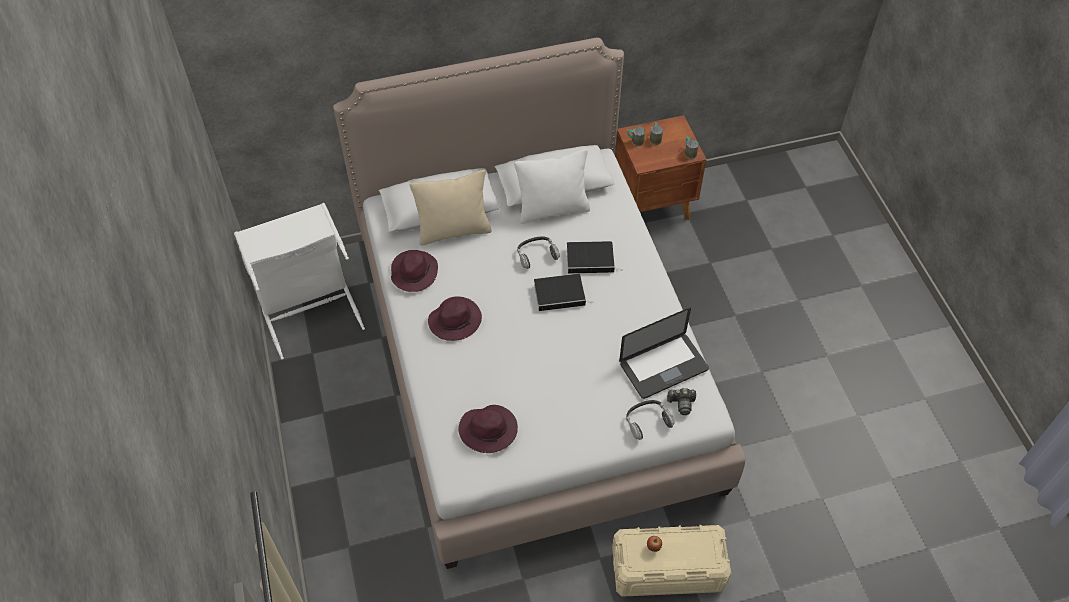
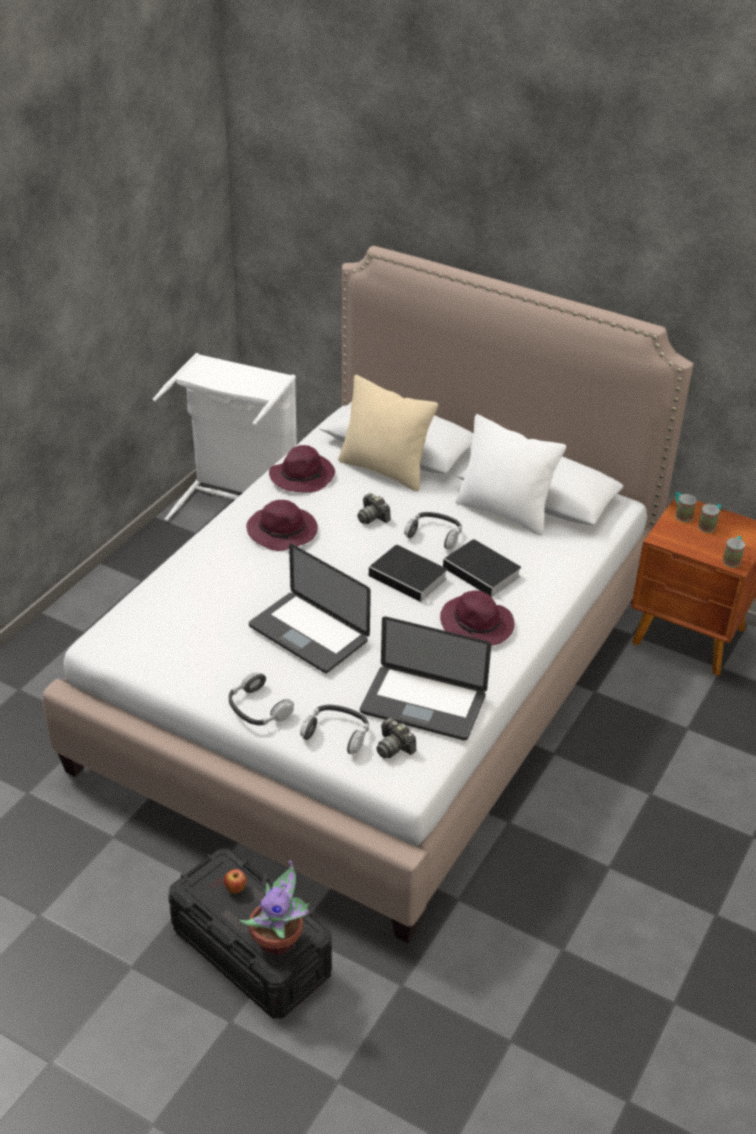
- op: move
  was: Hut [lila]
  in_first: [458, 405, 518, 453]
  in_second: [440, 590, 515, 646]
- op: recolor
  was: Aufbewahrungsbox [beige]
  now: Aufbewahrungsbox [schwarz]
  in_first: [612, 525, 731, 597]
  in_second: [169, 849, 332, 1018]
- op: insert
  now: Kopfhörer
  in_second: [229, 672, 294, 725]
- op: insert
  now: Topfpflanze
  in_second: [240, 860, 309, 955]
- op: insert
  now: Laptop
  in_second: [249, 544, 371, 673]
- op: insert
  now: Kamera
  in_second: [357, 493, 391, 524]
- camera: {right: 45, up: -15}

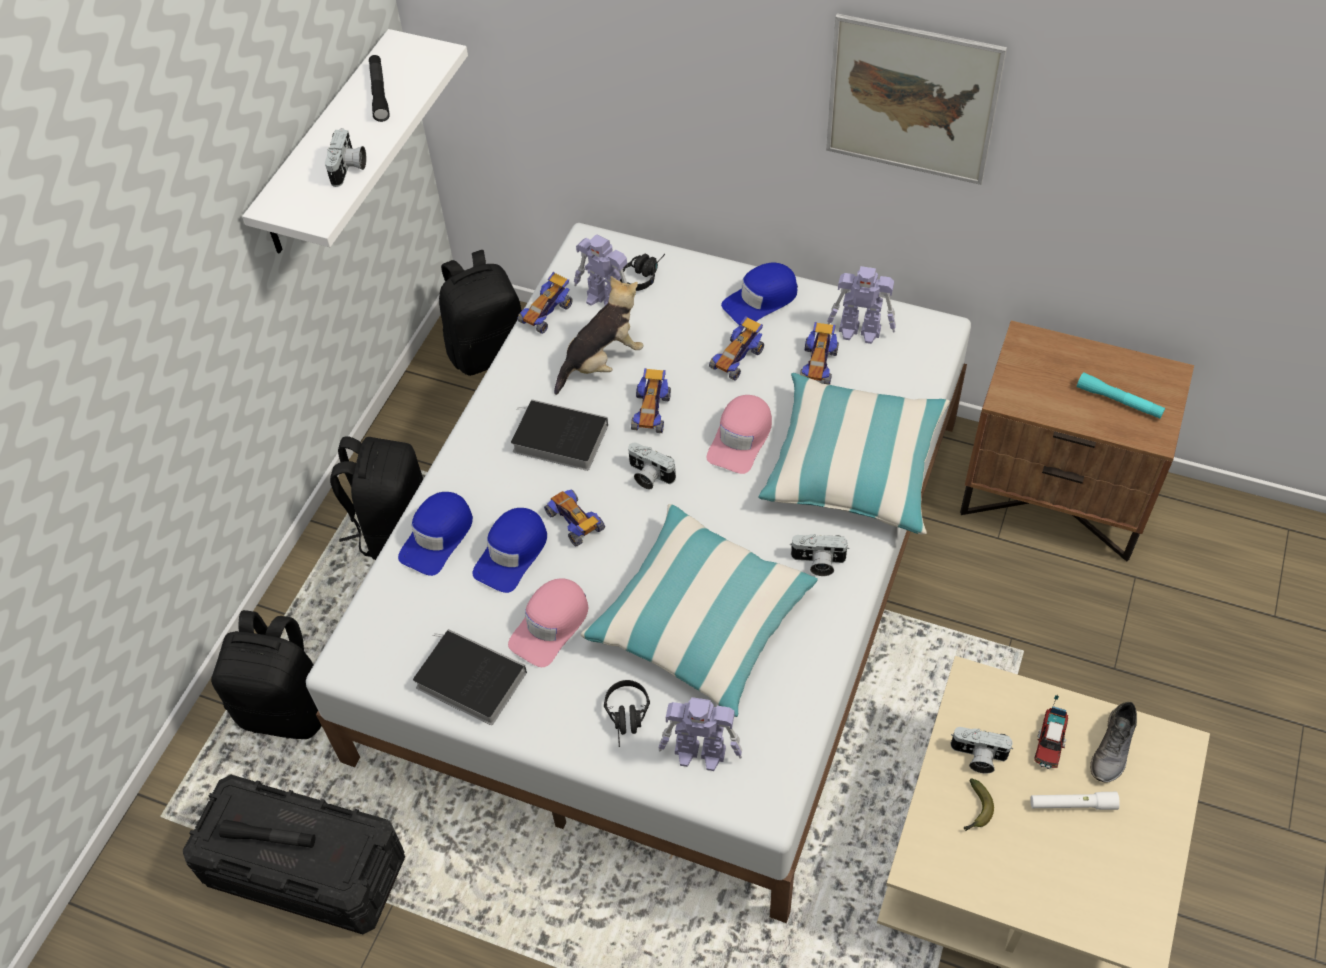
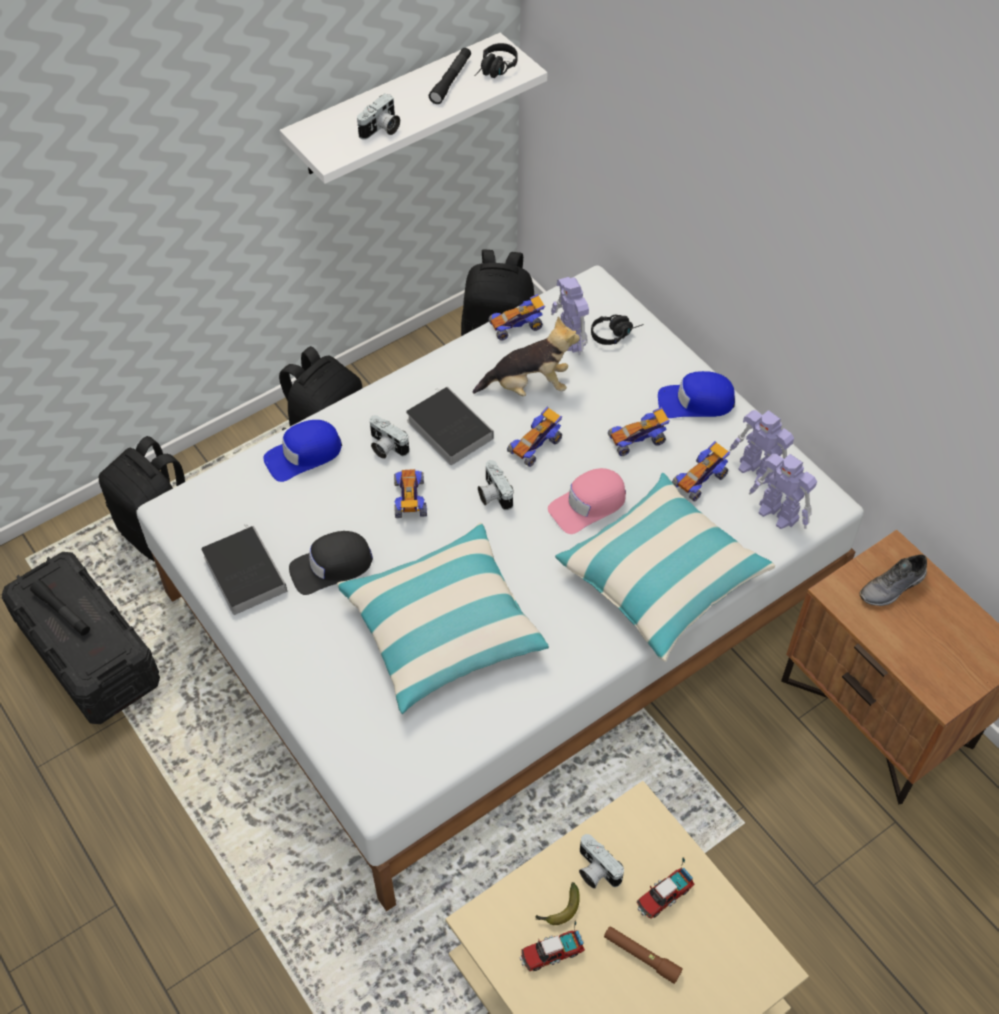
- op: delete
  was: Kappe [blau]
  in_first: [472, 508, 547, 593]
- op: recolor
  was: Kappe [rosa]
  now: Kappe [schwarz]
  in_first: [508, 578, 588, 667]
  in_second: [289, 531, 373, 595]
- op: move
  was: Kopfhörer [schwarz]
  in_first: [604, 680, 650, 747]
  in_second: [474, 43, 518, 78]
- op: move
  was: Spielzeugroboter
  in_first: [659, 697, 742, 771]
  in_second: [749, 454, 817, 529]
- op: move
  was: Kamera
  in_first: [791, 534, 849, 576]
  in_second: [370, 415, 409, 459]
- op: delete
  was: Bild
  in_first: [826, 13, 1007, 185]
- op: recolor
  was: Taschenlampe [weiß]
  now: Taschenlampe [braun]
  in_first: [1030, 792, 1120, 810]
  in_second: [604, 926, 683, 984]
- op: delete
  was: Taschenlampe [türkis]
  in_first: [1077, 372, 1165, 419]
- op: move
  was: Schuh [grau]
  in_first: [1090, 702, 1137, 783]
  in_second: [859, 554, 927, 606]
- op: insert
  now: Spielzeuglaster
  in_second: [520, 920, 585, 971]
- camera: {right: 30, up: 0}

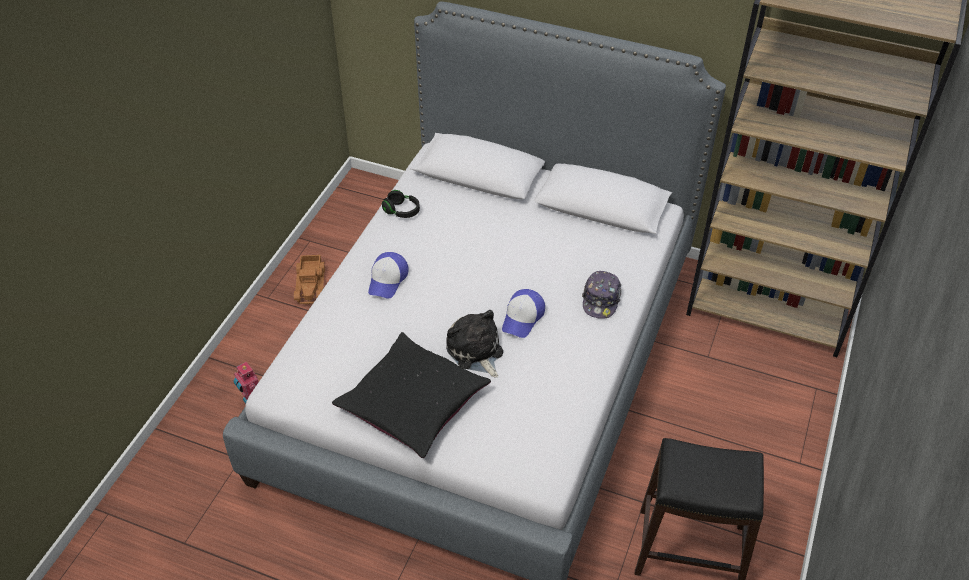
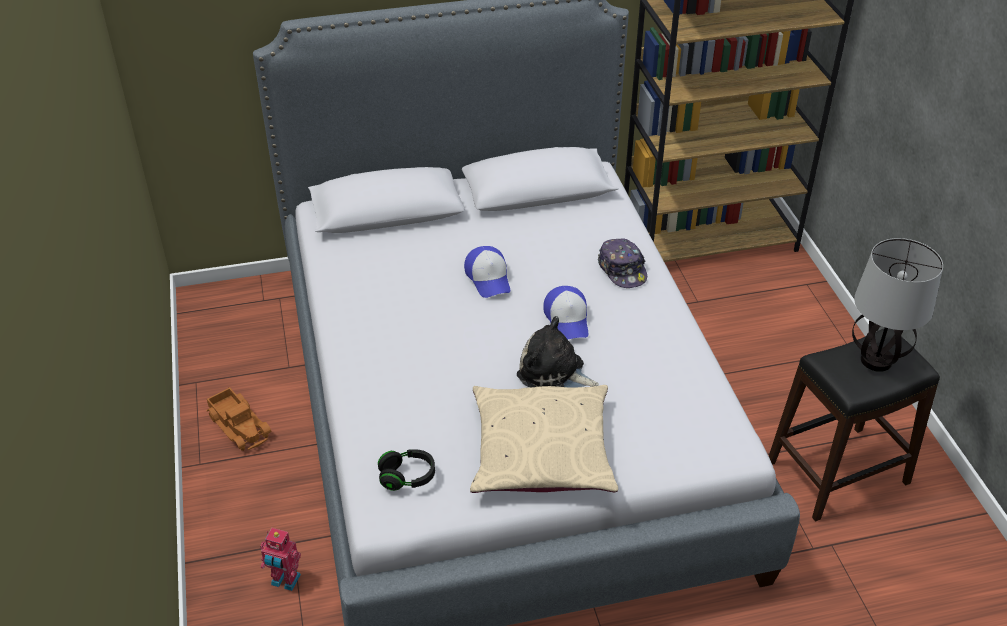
- op: recolor
  was: Kissen [schwarz]
  now: Kissen [beige]
  in_first: [332, 332, 491, 458]
  in_second: [470, 385, 618, 493]
- op: move
  was: Kappe
  in_first: [368, 252, 408, 299]
  in_second: [464, 246, 510, 298]
- op: move
  was: Kopfhörer [schwarz]
  in_first: [382, 190, 420, 218]
  in_second: [378, 449, 435, 491]
- op: insert
  now: Tischlampe
  in_second: [852, 238, 943, 372]
- camera: {right: -35, up: -5}

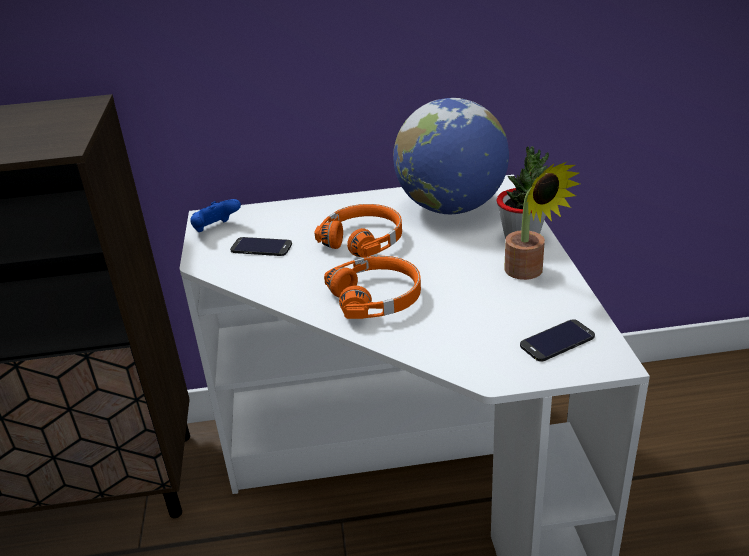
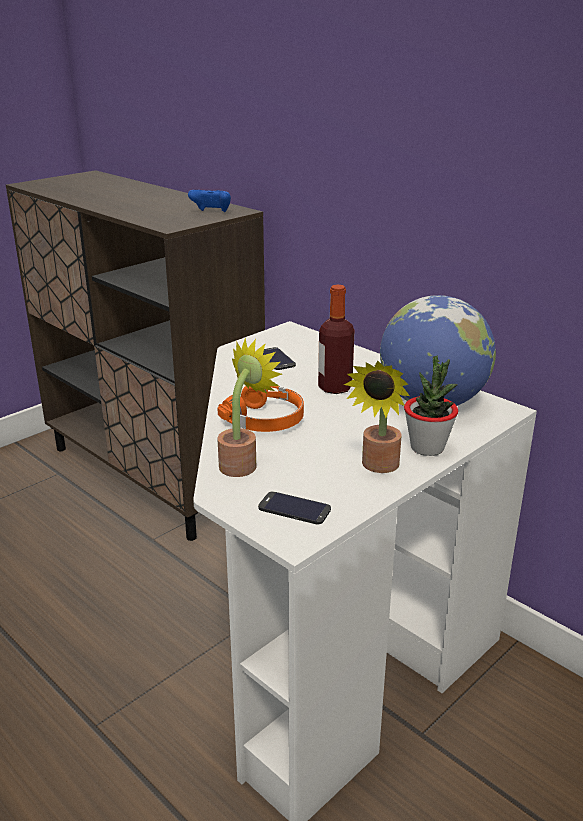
- op: move
  was: Gamepad [blau]
  in_first: [190, 199, 241, 232]
  in_second: [188, 190, 231, 212]
- op: replace
  was: Kopfhörer [orange]
  now: Flasche
  in_first: [315, 204, 402, 258]
  in_second: [318, 284, 355, 394]
- op: insert
  now: Topfpflanze
  in_second: [217, 338, 282, 477]
- camera: {right: 50, up: -5}

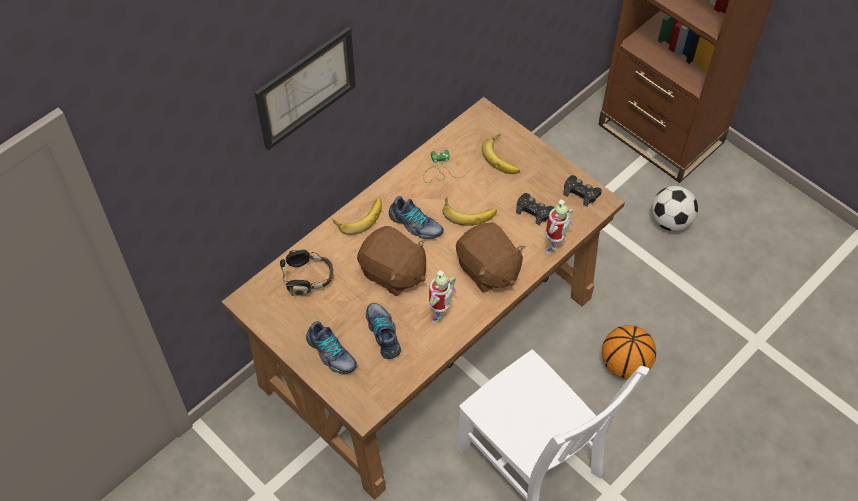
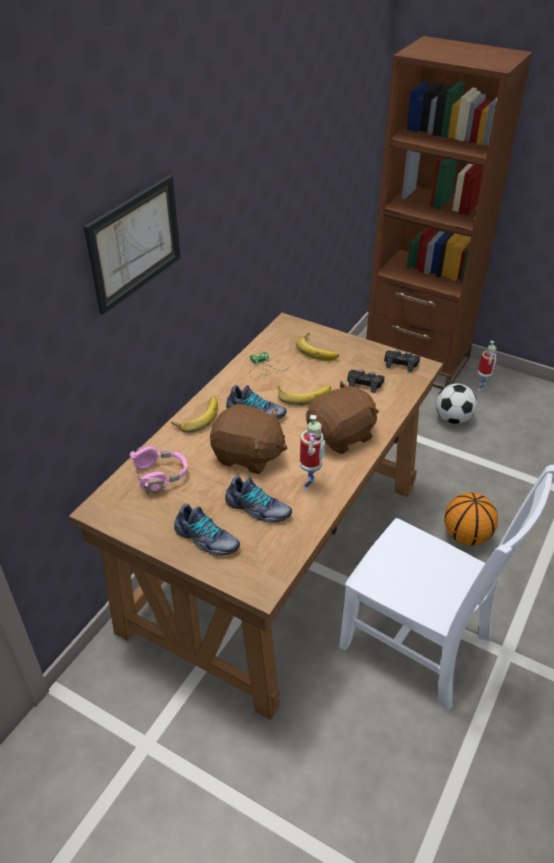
- op: recolor
  was: Kopfhörer [schwarz]
  now: Kopfhörer [rosa]
  in_first: [280, 250, 333, 296]
  in_second: [130, 446, 187, 493]
- op: rotate
  was: Schuh
  in_first: [366, 303, 401, 359]
  in_second: [225, 476, 292, 523]
  clockwise: 150
- op: rotate
  was: Plüschtier [braun]
  in_first: [456, 222, 525, 293]
  in_second: [306, 381, 379, 454]
  clockwise: -75
- op: move
  was: Spielzeugroboter
  in_first: [546, 199, 573, 254]
  in_second: [478, 341, 497, 391]
- camera: {right: -15, up: -15}

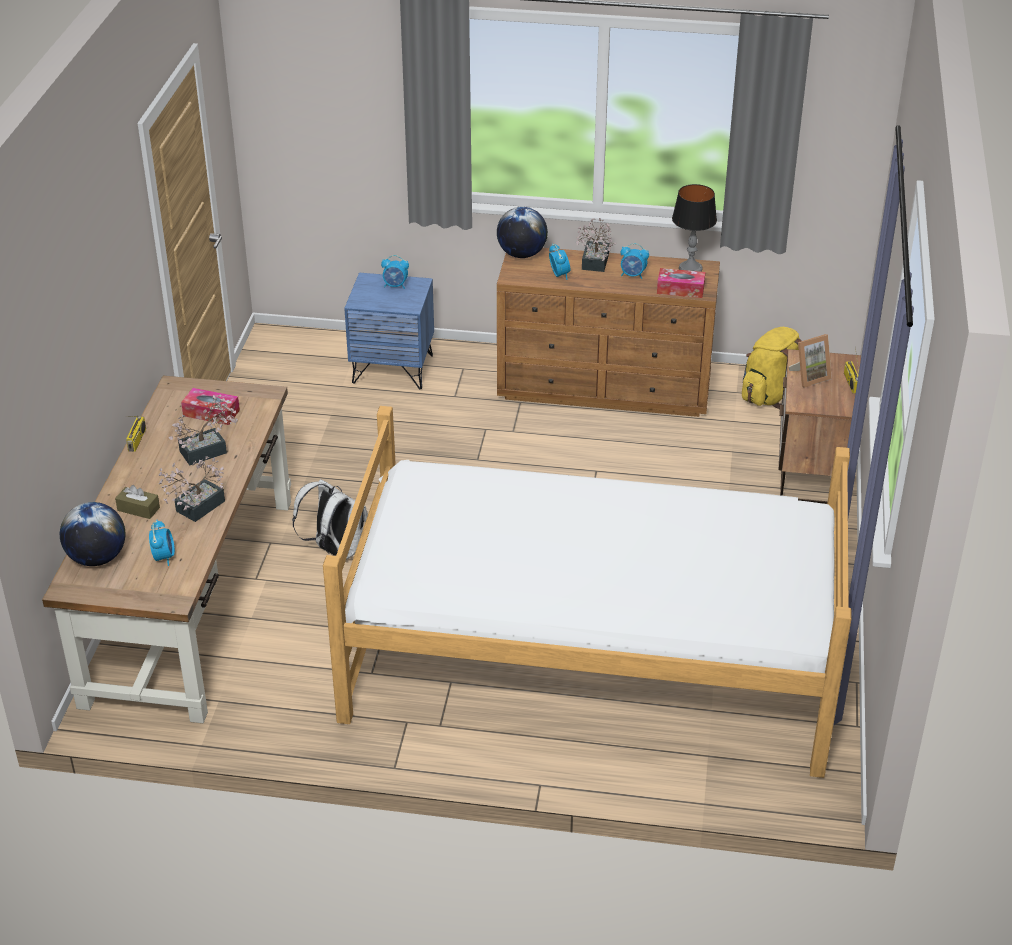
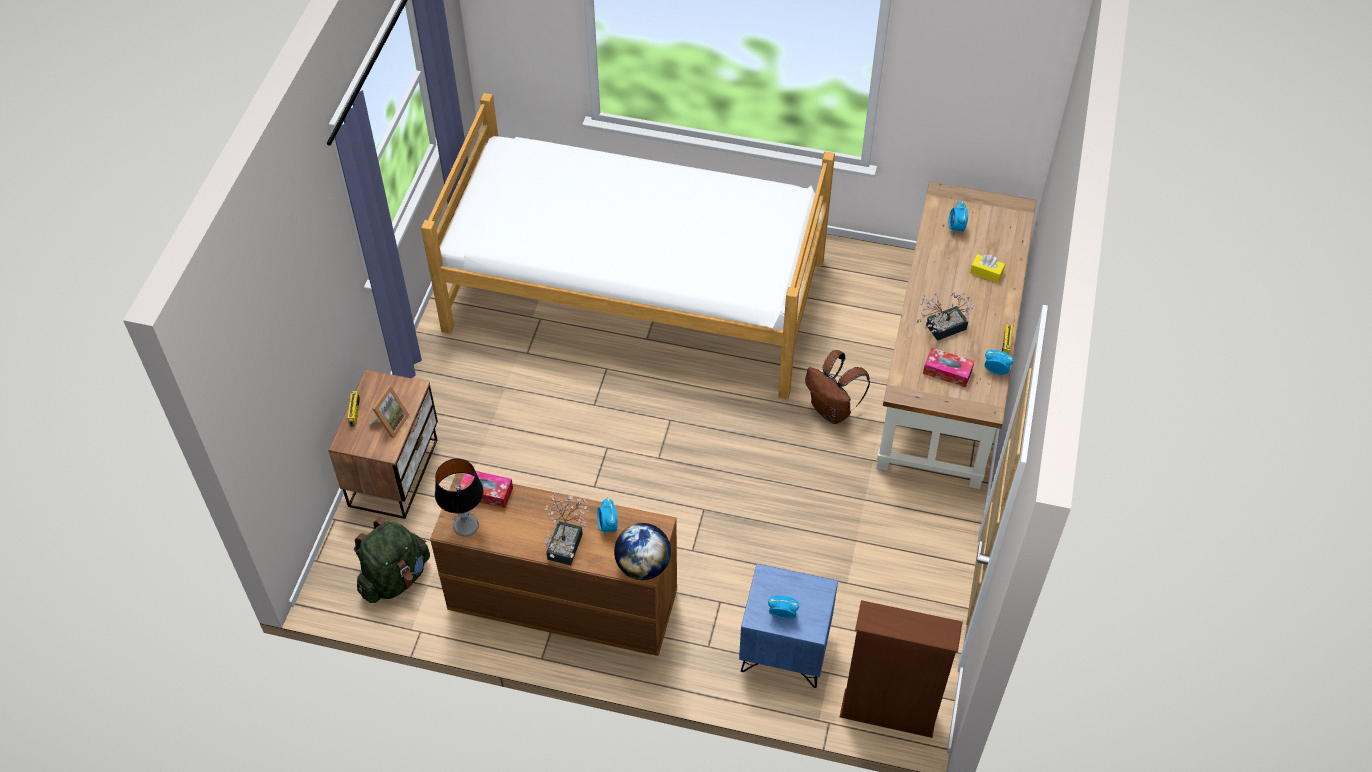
- op: delete
  was: Globus
  in_first: [60, 502, 125, 566]
- op: recolor
  was: Taschentuchbox [braun]
  now: Taschentuchbox [gelb]
  in_first: [115, 485, 160, 519]
  in_second: [970, 254, 1005, 283]
- op: delete
  was: Topfpflanze
  in_first: [159, 456, 225, 522]
- op: recolor
  was: Rucksack [weiß]
  now: Rucksack [braun]
  in_first: [292, 479, 368, 560]
  in_second: [805, 350, 870, 424]
- op: move
  was: Wecker
  in_first: [621, 243, 649, 279]
  in_second: [985, 350, 1014, 375]
- op: recolor
  was: Rucksack [gelb]
  now: Rucksack [grün]
  in_first: [742, 327, 802, 409]
  in_second: [354, 517, 430, 603]
- op: rotate
  was: Bilderrahmen
  in_first: [789, 334, 832, 388]
  in_second: [368, 385, 409, 438]
  clockwise: 135
- op: insert
  now: Bücherregal [braun]
  in_second: [840, 600, 963, 738]
- camera: {right: -175, up: 15}

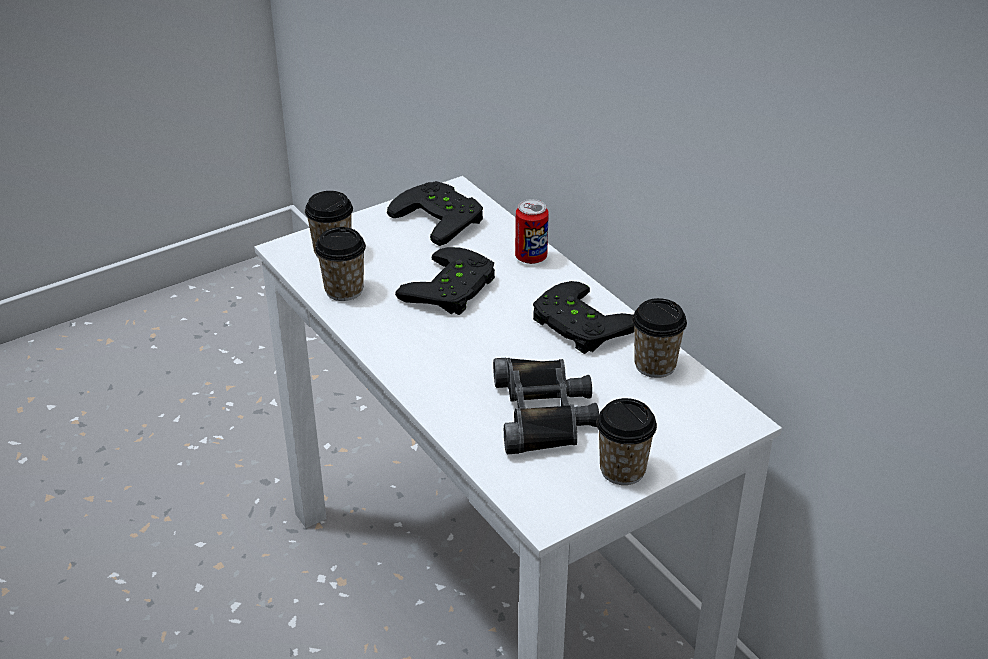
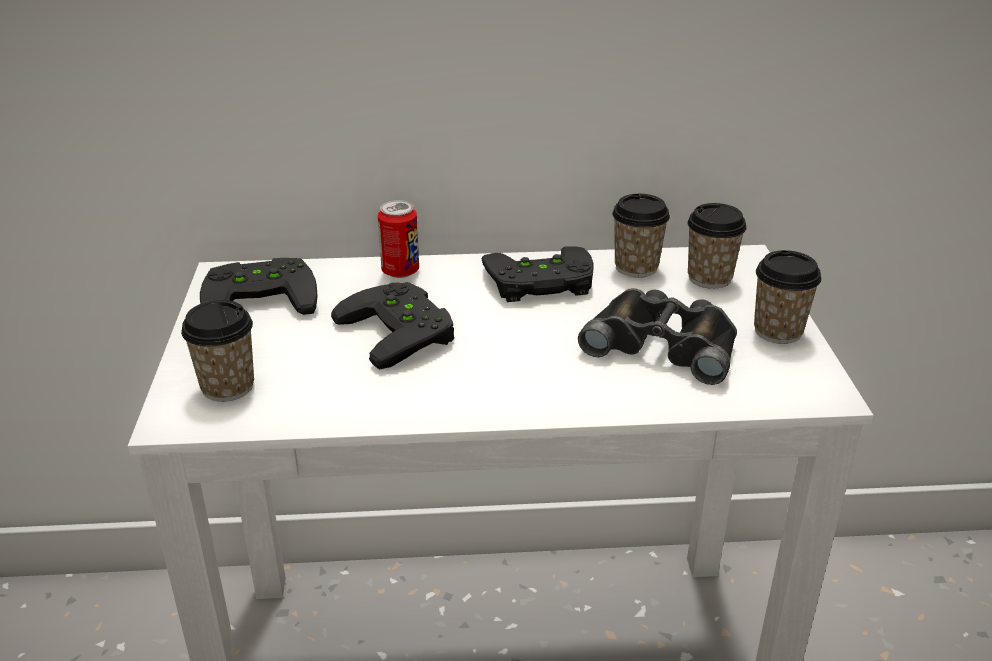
- op: move
  was: Tasse
  in_first: [315, 227, 366, 301]
  in_second: [687, 203, 747, 289]
- camera: {right: -60, up: -5}

